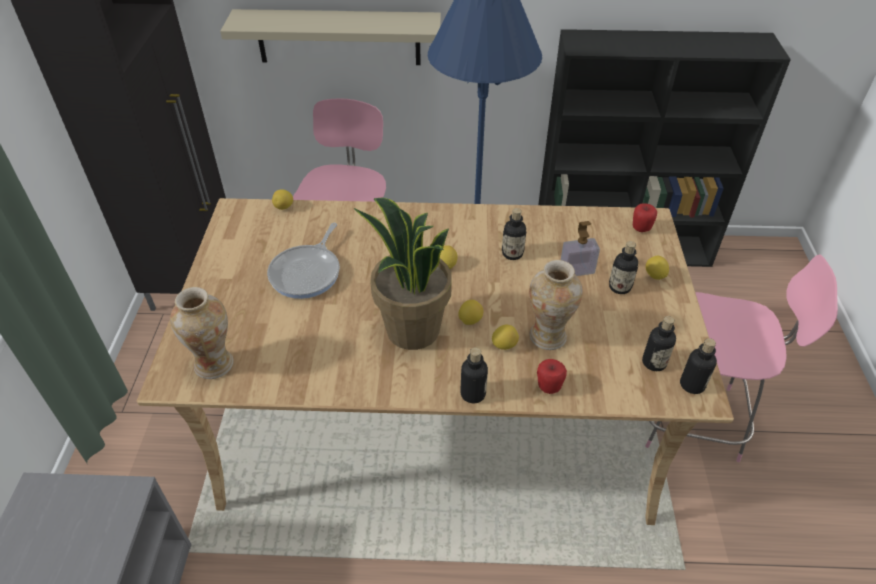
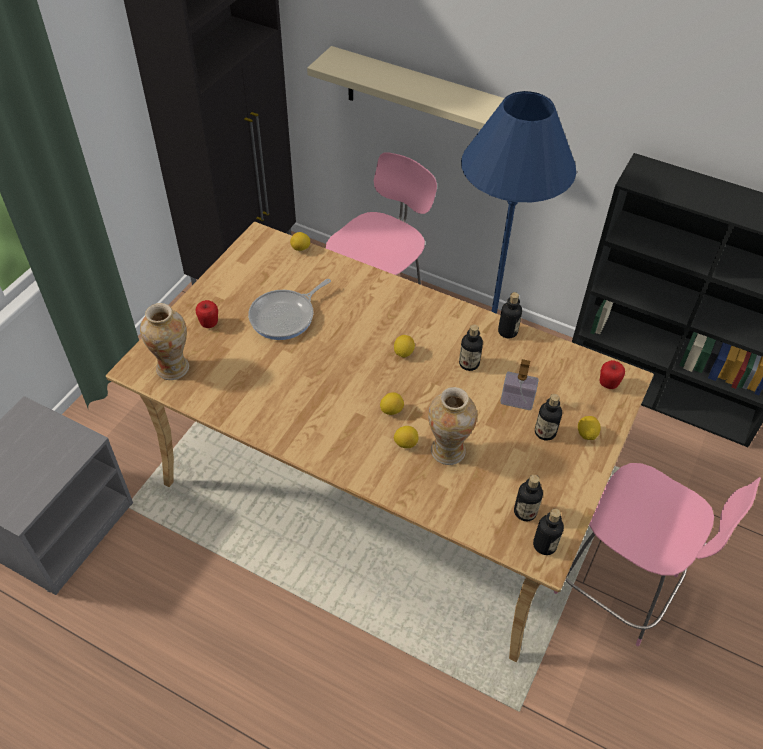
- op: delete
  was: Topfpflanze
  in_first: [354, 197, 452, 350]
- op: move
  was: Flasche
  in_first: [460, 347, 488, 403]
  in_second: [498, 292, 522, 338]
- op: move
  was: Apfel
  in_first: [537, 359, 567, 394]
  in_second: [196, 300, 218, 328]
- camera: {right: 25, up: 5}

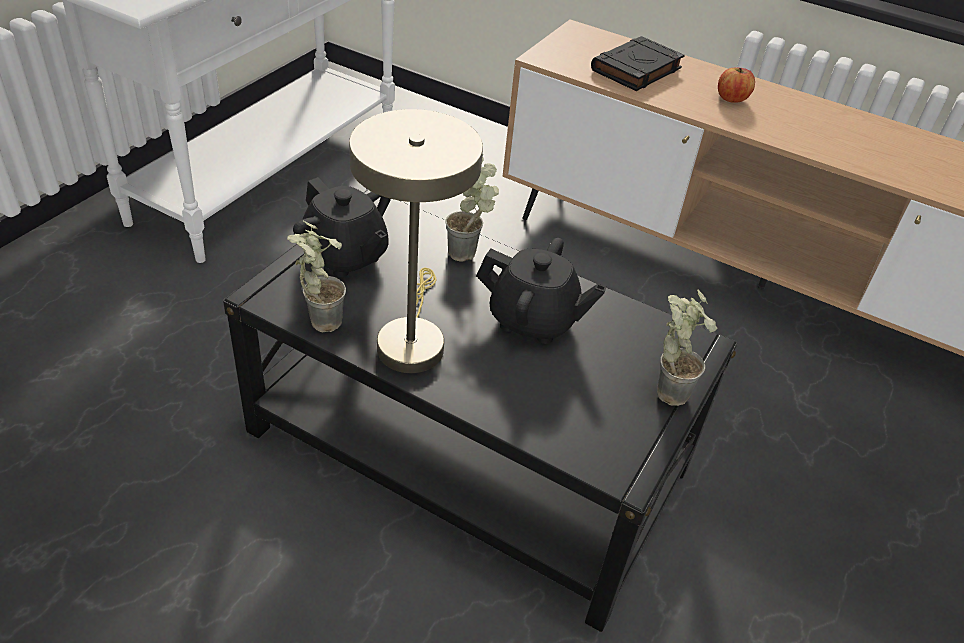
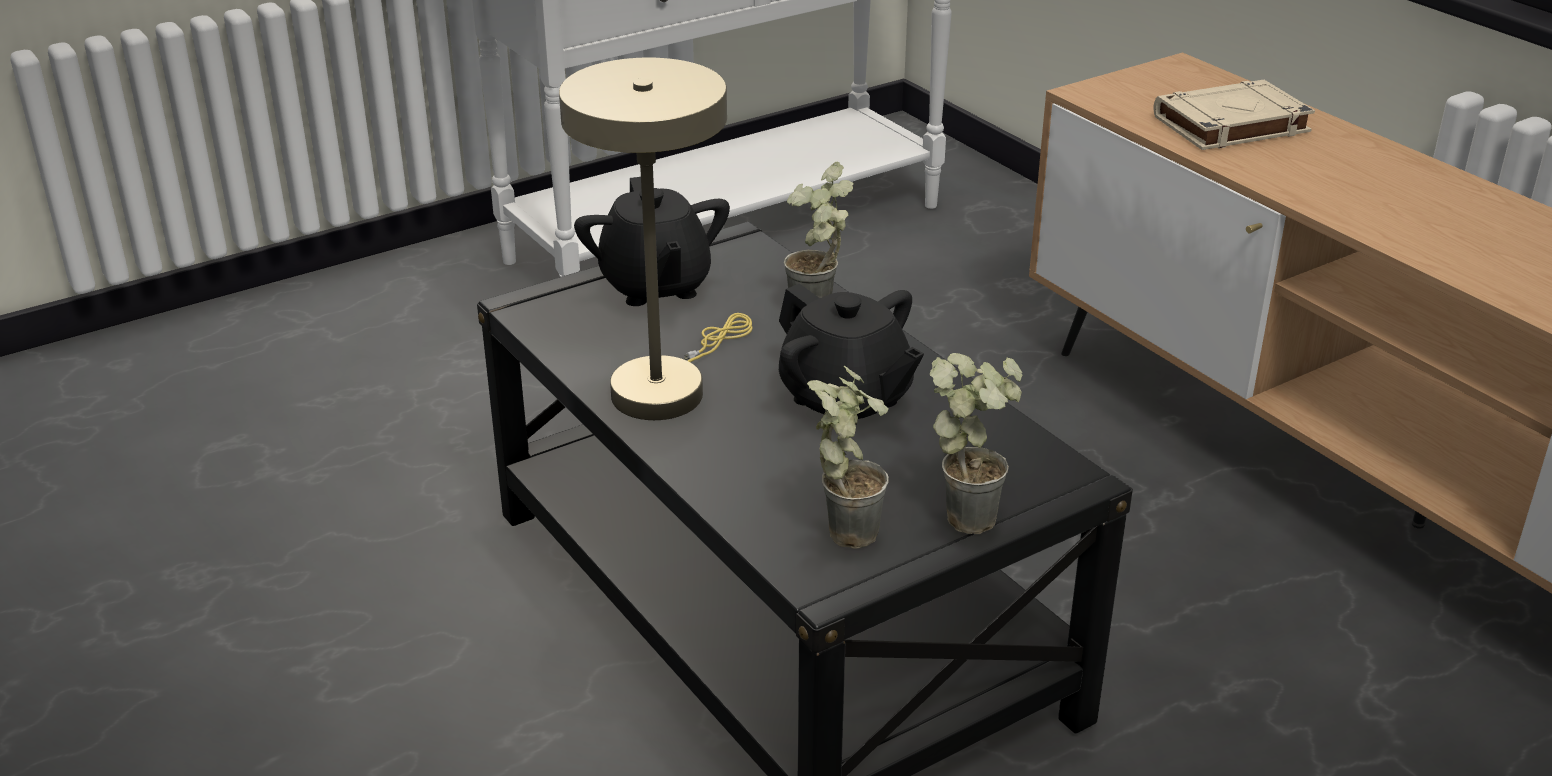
- op: move
  was: Topfpflanze
  in_first: [287, 221, 346, 332]
  in_second: [807, 366, 889, 549]
- op: recolor
  was: Buch [schwarz]
  now: Buch [beige]
  in_first: [591, 36, 685, 91]
  in_second: [1153, 80, 1315, 150]
- op: delete
  was: Apfel
  in_first: [718, 67, 755, 103]
- camera: {right: 30, up: -10}

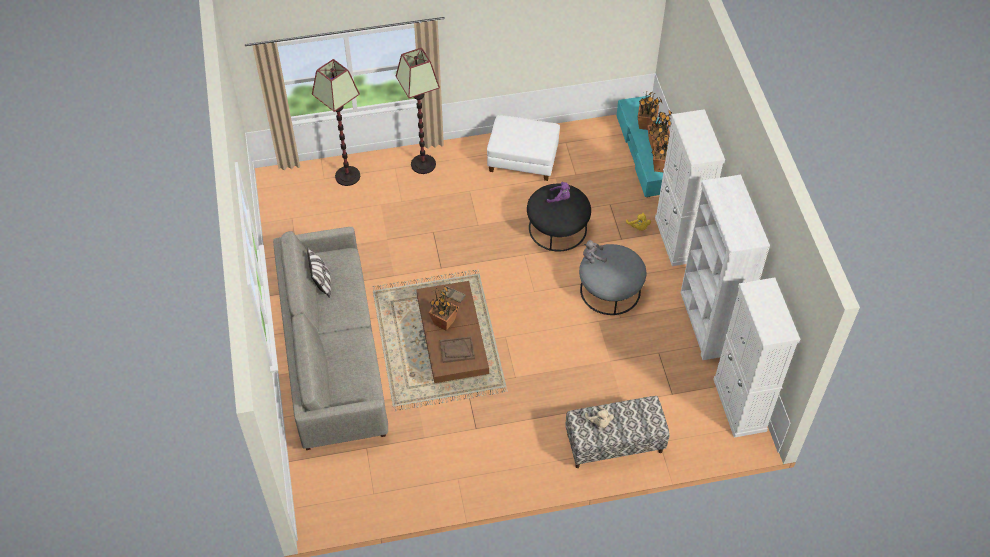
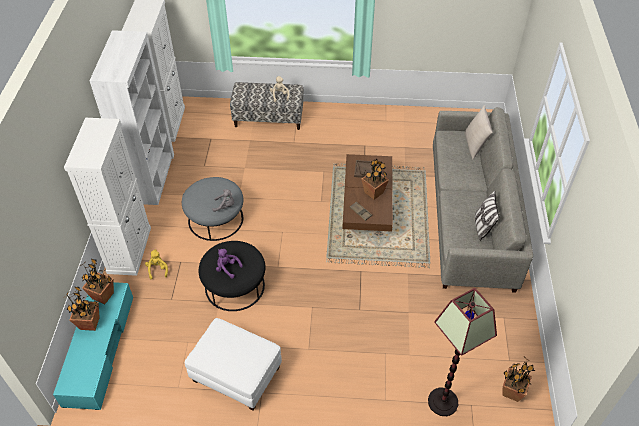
- op: delete
  was: Stehlampe
  in_first: [396, 48, 440, 174]
- op: move
  was: Topfpflanze
  in_first: [638, 90, 662, 130]
  in_second: [502, 356, 535, 402]
- op: insert
  now: Kissen [beige]
  in_second: [465, 106, 493, 160]
- camera: {right: -165, up: -5}

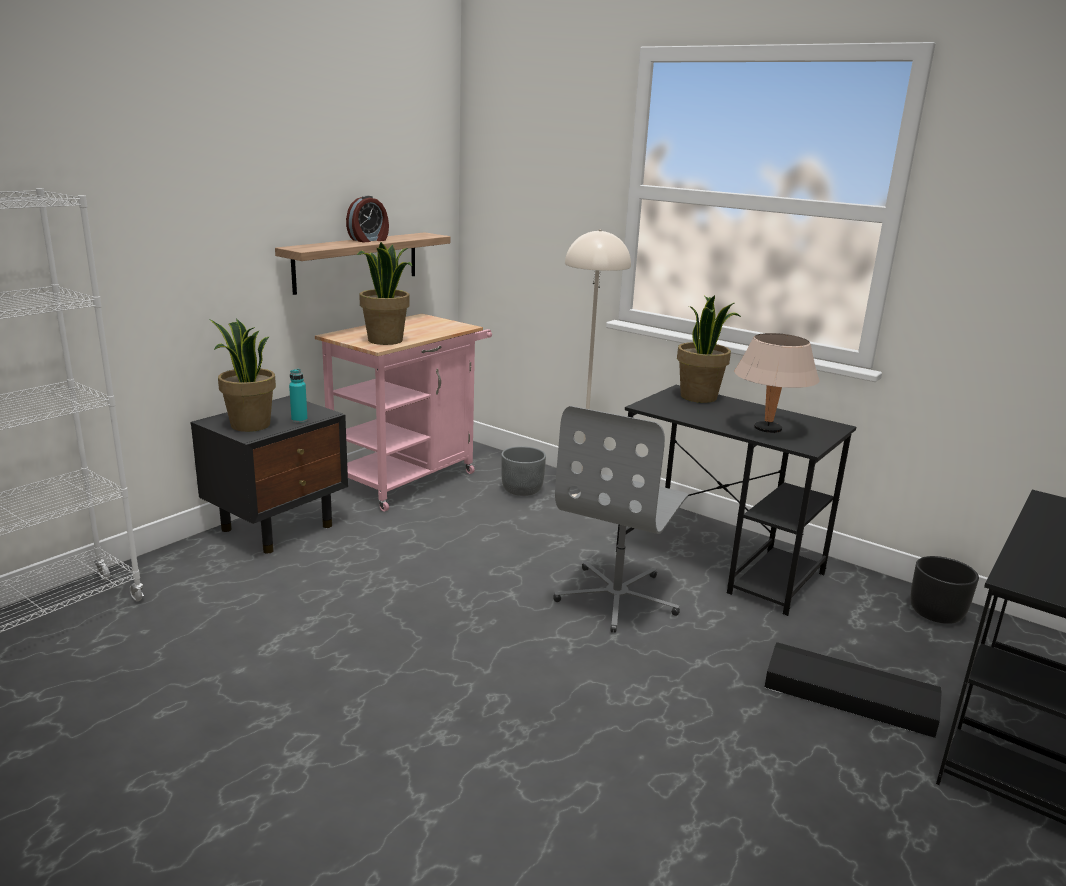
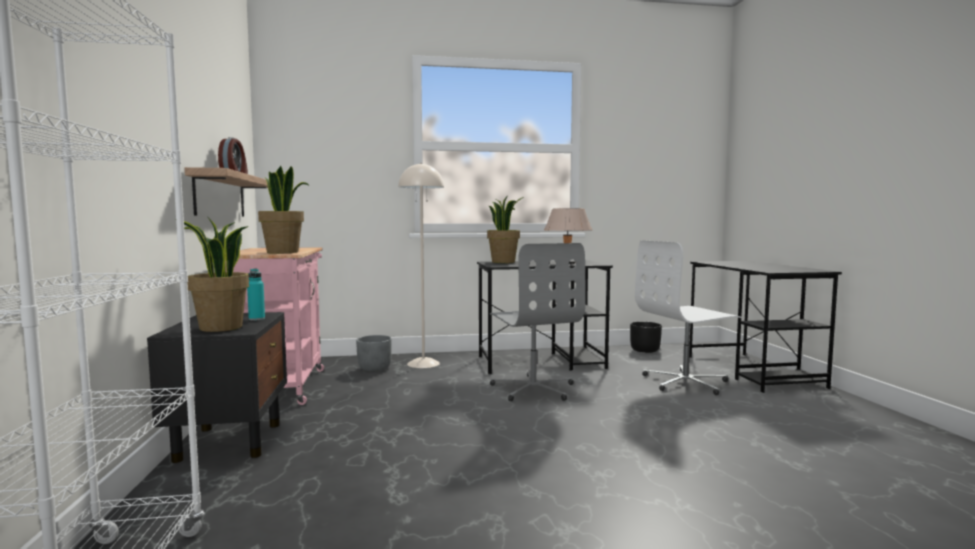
- op: replace
  was: Aufbewahrungsbox [schwarz]
  now: Bürostuhl [weiß]
  in_first: [764, 642, 942, 738]
  in_second: [635, 240, 742, 395]
- camera: {right: -45, up: -15}

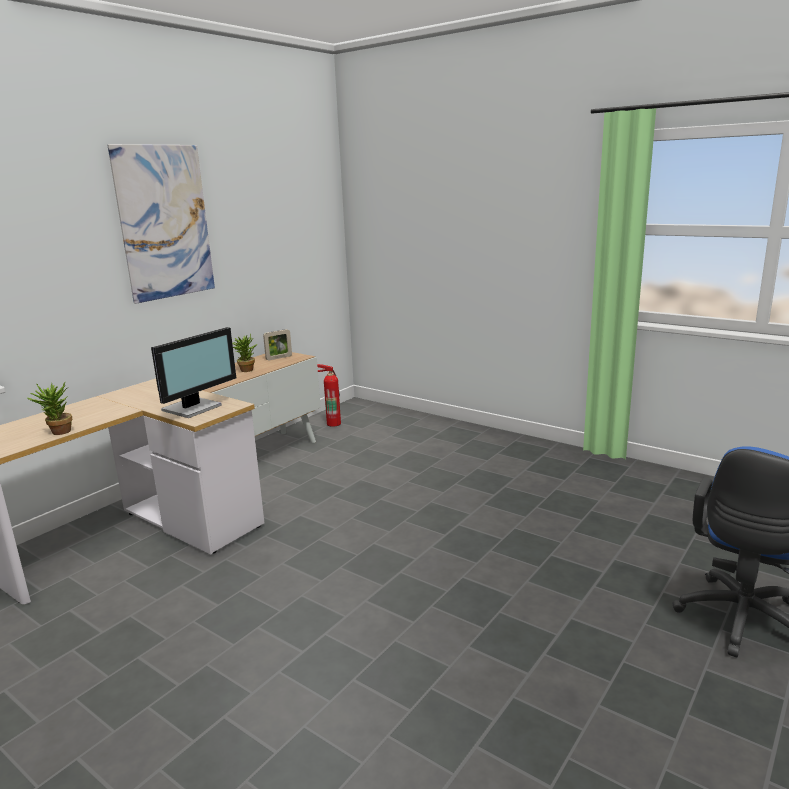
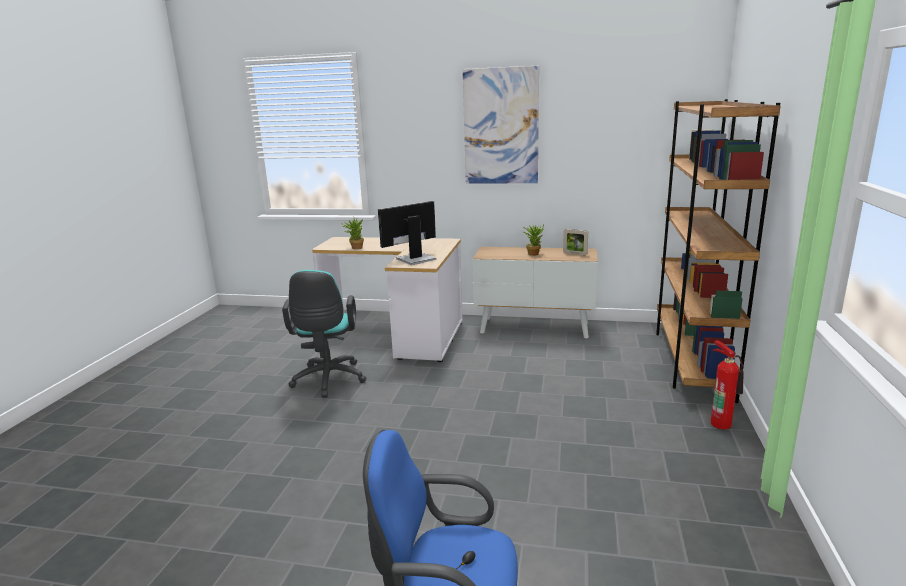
- op: rotate
  was: Monitor
  in_first: [151, 327, 236, 418]
  in_second: [378, 201, 436, 265]
  clockwise: 135
- op: move
  was: Feuerlöscher
  in_first: [317, 364, 341, 427]
  in_second: [711, 340, 744, 430]
- op: insert
  now: Bürostuhl [türkis]
  in_second: [282, 270, 367, 398]
- op: insert
  now: Bücherregal [braun]
  in_second: [656, 99, 781, 403]
- camera: {right: 65, up: 0}

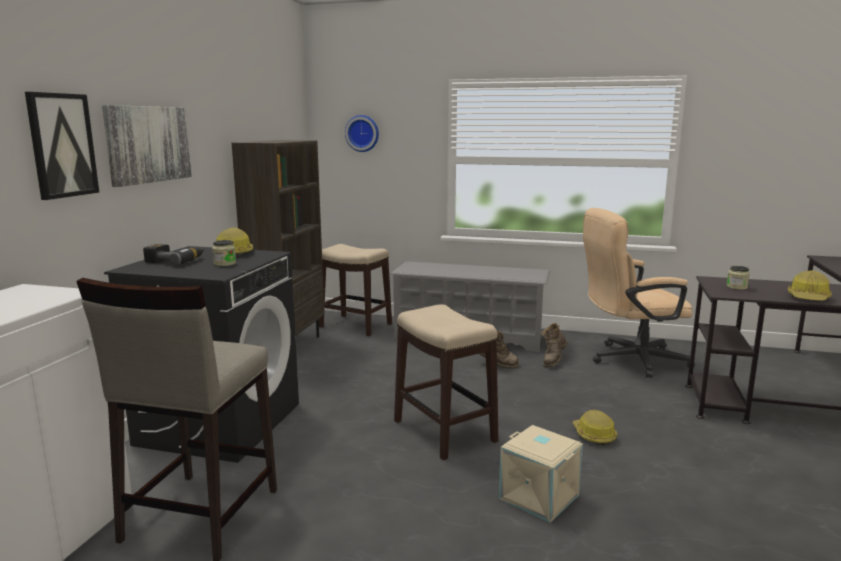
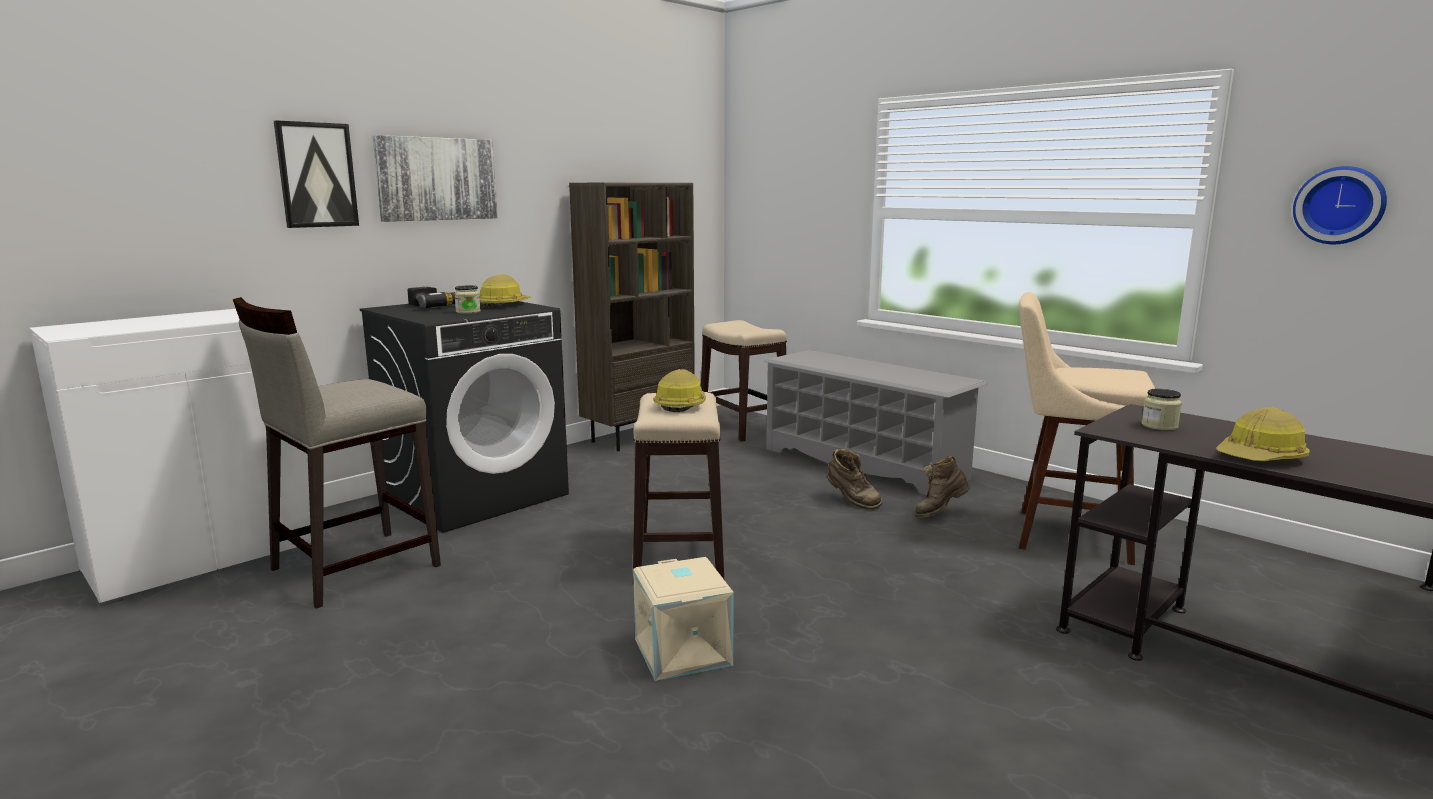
- op: move
  was: Wanduhr
  in_first: [345, 115, 379, 152]
  in_second: [1293, 166, 1387, 244]
- op: move
  was: Schutzhelm
  in_first: [572, 409, 617, 446]
  in_second: [653, 369, 706, 412]
- op: replace
  was: Bürostuhl [beige]
  now: Hocker [beige]
  in_first: [583, 208, 695, 378]
  in_second: [1019, 292, 1155, 565]
- camera: {right: 30, up: 0}

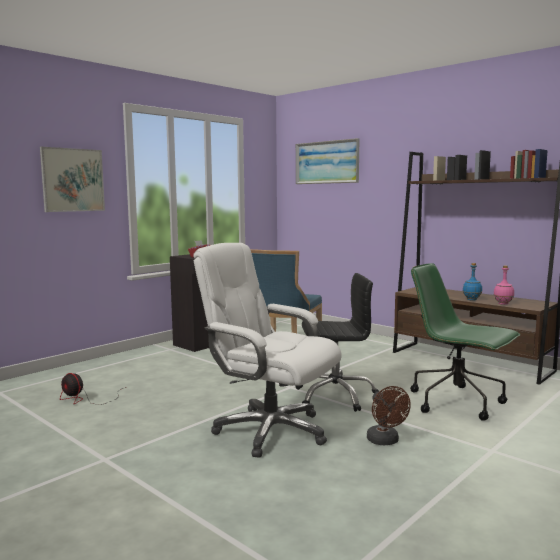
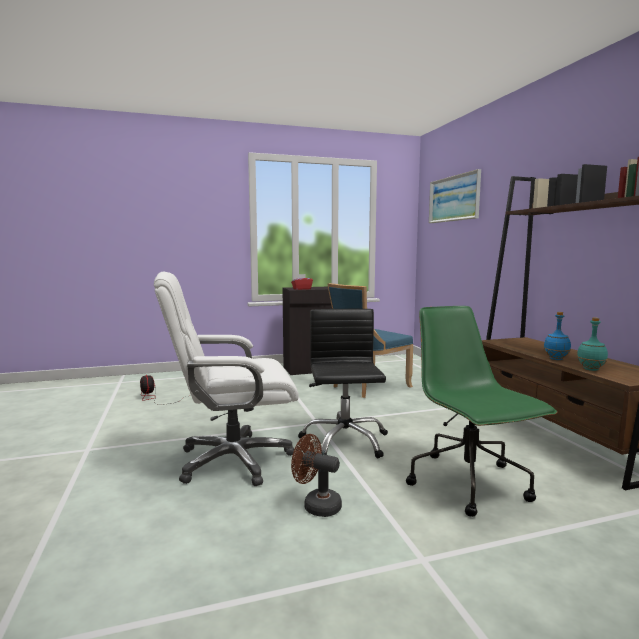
- op: delete
  was: Bild
  in_first: [40, 147, 105, 212]
- op: rotate
  was: Bürostuhl [weiß]
  in_first: [193, 243, 342, 458]
  in_second: [154, 272, 299, 486]
  clockwise: -75
- op: rotate
  was: Bürostuhl [schwarz]
  in_first: [296, 273, 379, 412]
  in_second: [298, 309, 388, 458]
  clockwise: -120
- op: rotate
  was: Ventilator [braun]
  in_first: [367, 386, 411, 445]
  in_second: [291, 434, 342, 517]
  clockwise: 105
- op: recolor
  was: Flasche [rosa]
  now: Flasche [türkis]
  in_first: [493, 265, 514, 305]
  in_second: [577, 318, 608, 371]
- camera: {right: 30, up: 0}

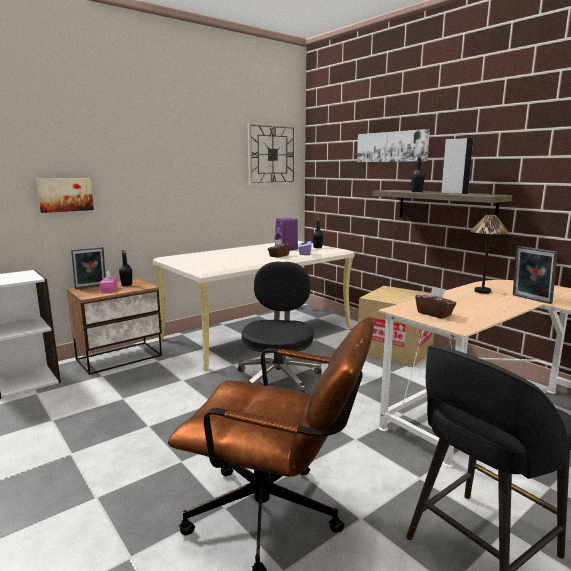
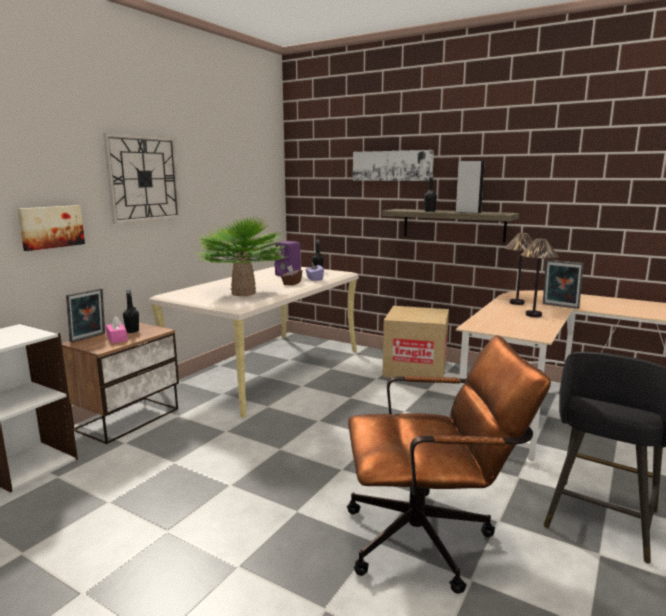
- op: delete
  was: Bürostuhl [schwarz]
  in_first: [238, 262, 322, 393]
- op: move
  was: Wanduhr
  in_first: [247, 122, 296, 185]
  in_second: [103, 133, 181, 224]
- op: delete
  was: Taschentuchbox [braun]
  in_first: [415, 286, 456, 319]
- op: insert
  now: Topfpflanze
  in_second: [197, 217, 288, 296]
- op: insert
  now: Tischlampe
  in_second: [520, 239, 559, 317]
- camera: {right: -20, up: 0}

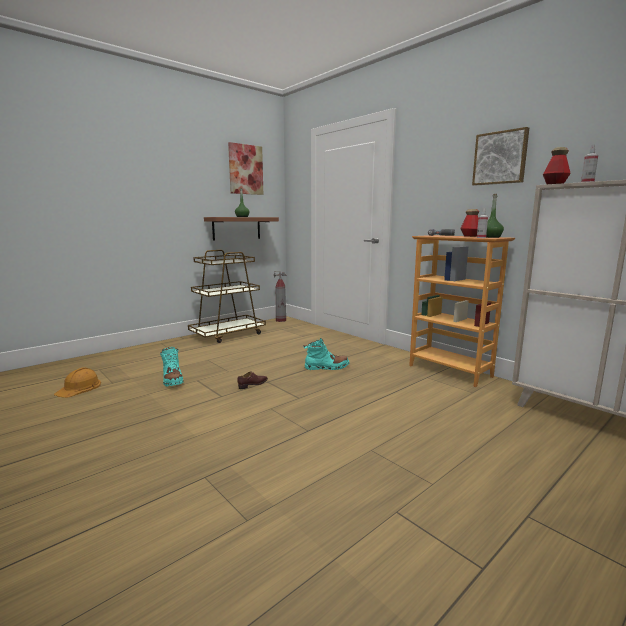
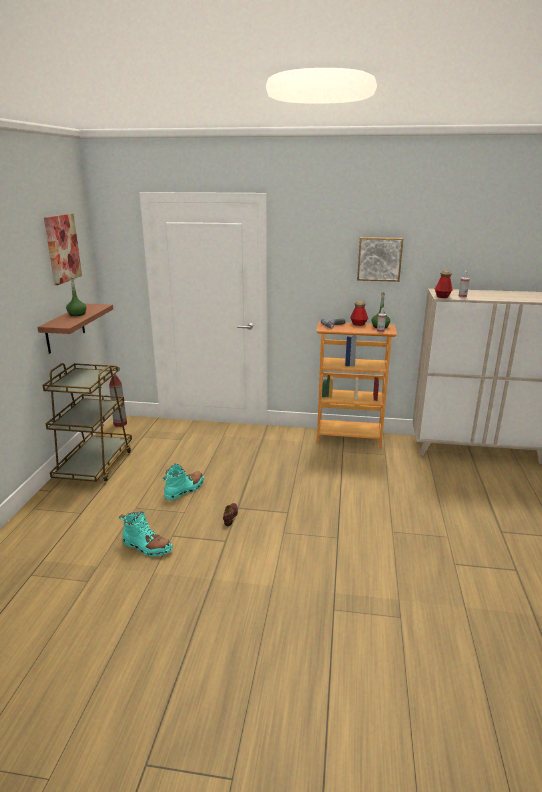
- op: delete
  was: Schutzhelm [orange]
  in_first: [54, 367, 101, 398]
- op: move
  was: Stiefel [türkis]
  in_first: [303, 338, 350, 370]
  in_second: [162, 464, 204, 500]
- camera: {right: -40, up: 10}

